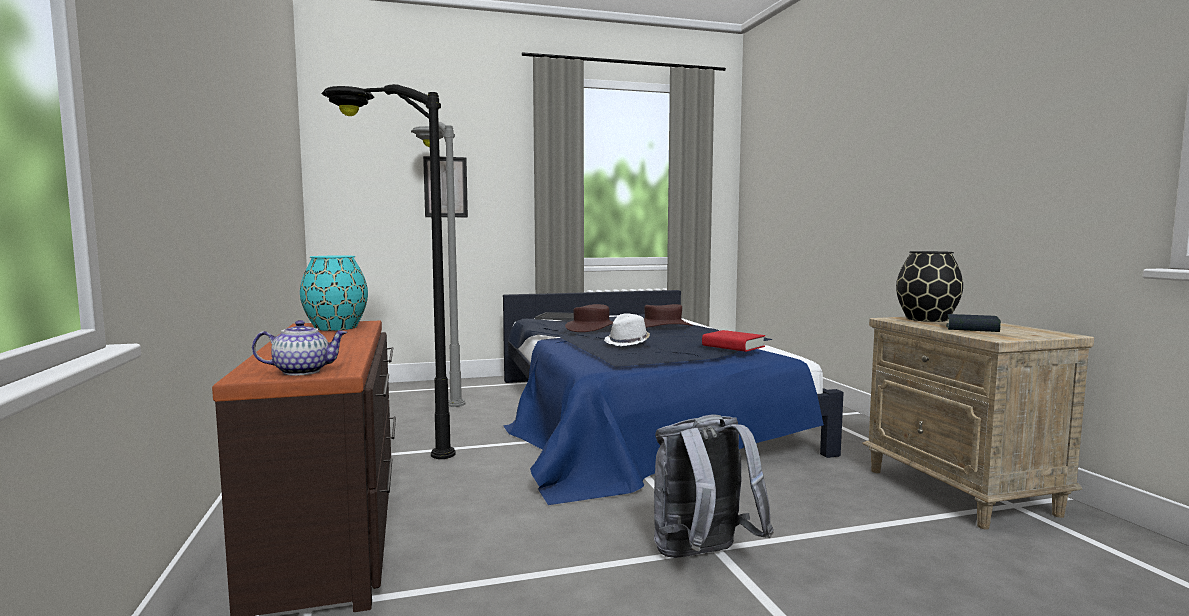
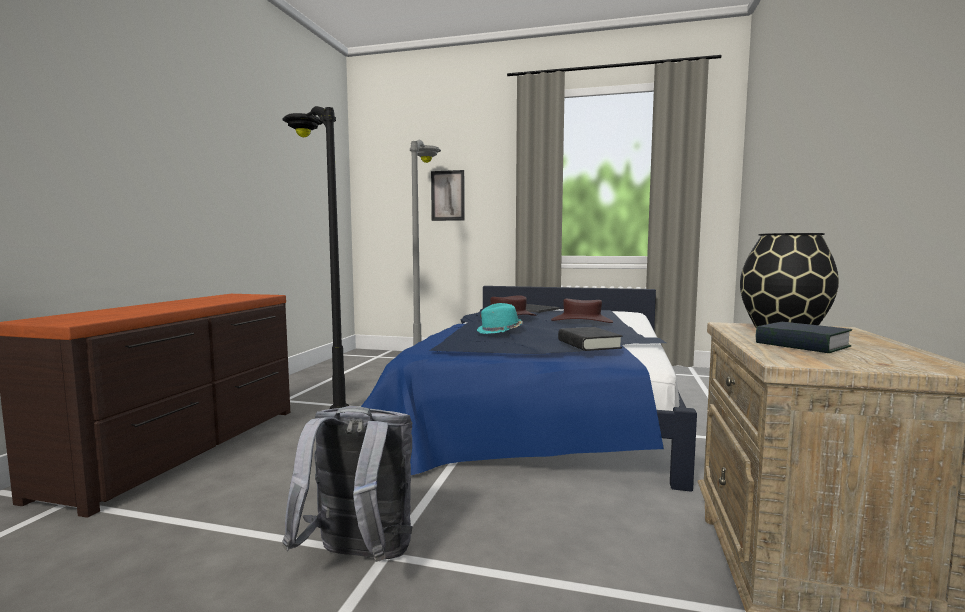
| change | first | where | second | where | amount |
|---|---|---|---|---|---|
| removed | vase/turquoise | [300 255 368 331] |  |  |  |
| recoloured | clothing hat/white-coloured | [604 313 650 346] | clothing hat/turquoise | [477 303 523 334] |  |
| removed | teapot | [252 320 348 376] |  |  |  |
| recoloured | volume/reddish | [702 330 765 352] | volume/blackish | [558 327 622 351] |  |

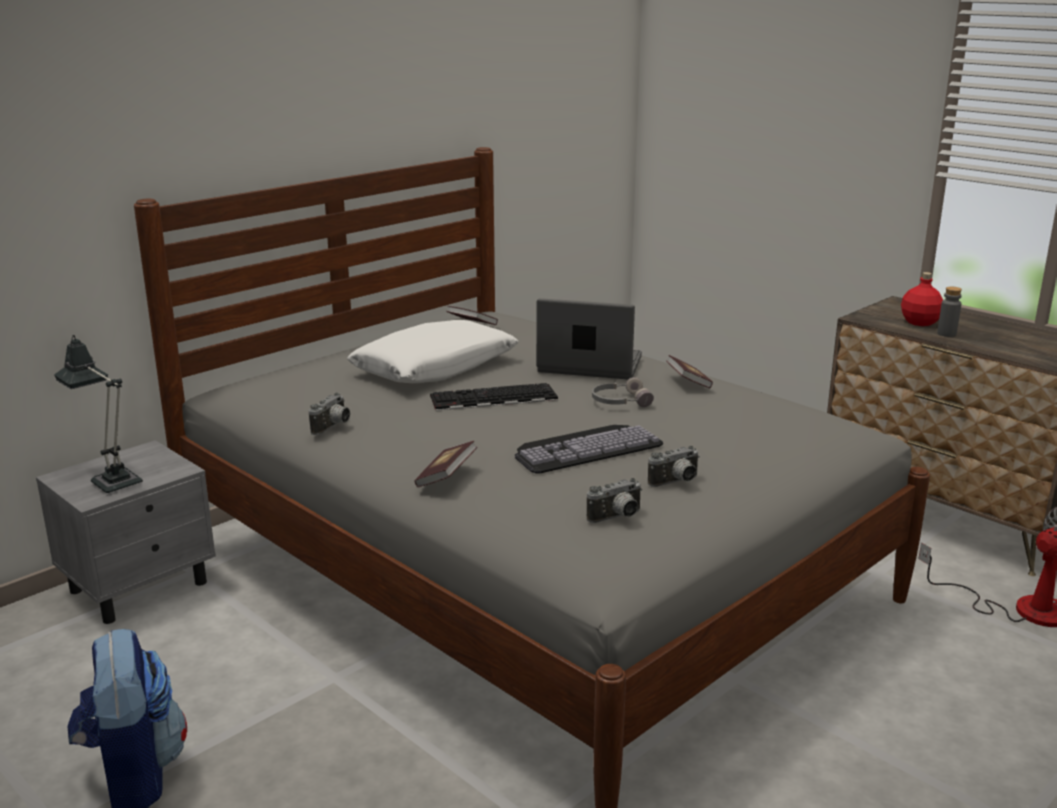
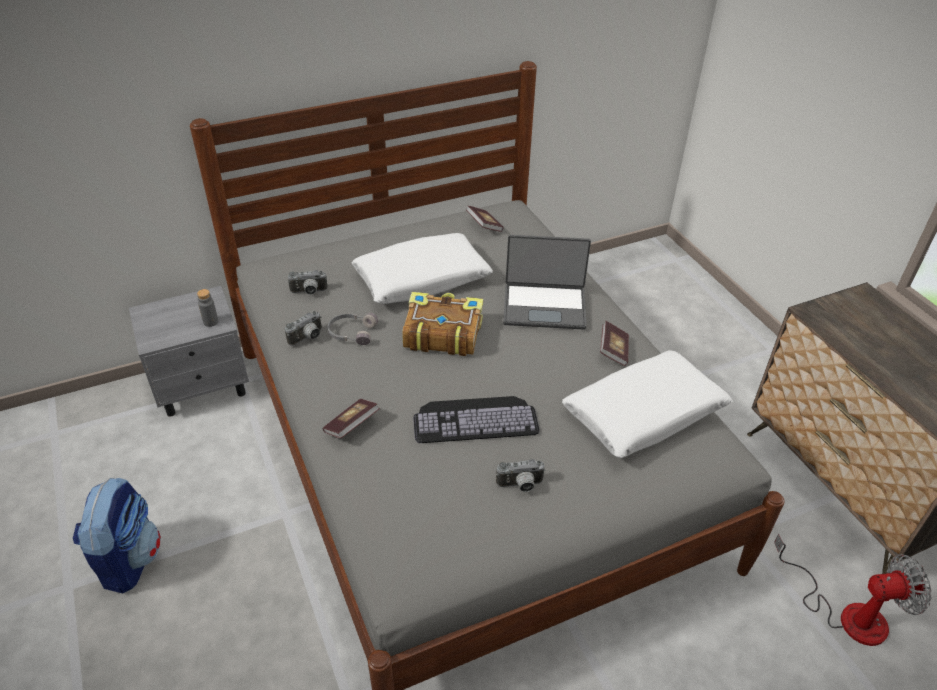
| change | first | where | second | where | amount |
|---|---|---|---|---|---|
| removed | bottle/reddish | [901 272 943 326] |  |  |  |
| moved | bottle/greyish | [937 287 962 337] |  | [197 289 218 327] |  |
| turned | notebook computer | [536 298 642 379] |  | [503 235 591 329] | 150 degrees clockwise |
| removed | tabletop lamp | [54 335 143 493] |  |  |  |
| moved | headset/greyish | [592 377 654 407] |  | [328 313 378 345] |  |
| replaced | computer keyboard | [430 383 558 411] | volume | [402 292 483 356] |  |
| moved | photo camera | [587 478 642 523] |  | [288 270 328 295] |  |
| added |  |  | cushion/white-coloured | [562 350 733 458] |  |

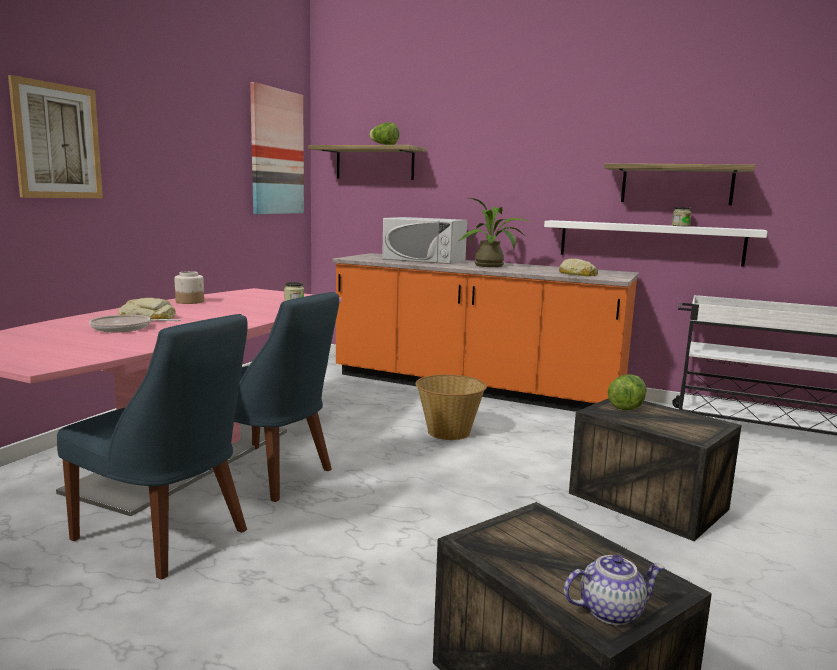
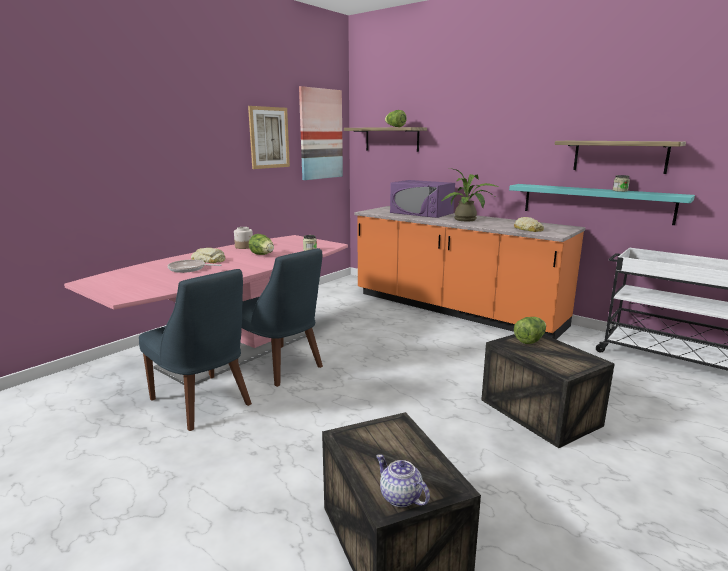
| change | first | where | second | where | amount |
|---|---|---|---|---|---|
| moved | picture | [8 75 103 198] |  | [248 106 290 169] |  |
| recoloured | microwave/white-coloured | [382 217 467 264] | microwave/purple | [390 180 455 218] |  |
| recoloured | shelf/white-coloured | [544 220 768 267] | shelf/turquoise | [509 184 695 225] |  |
| removed | storage basket | [415 374 487 440] |  |  |  |
| turned | teapot | [564 554 665 625] |  | [376 454 430 507] | 135 degrees counterclockwise |
| added |  |  | lettuce head | [249 234 274 255] |  |

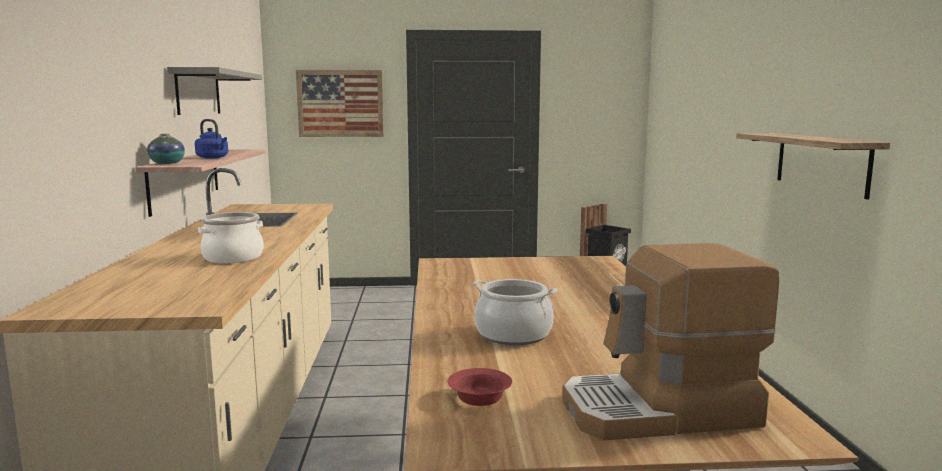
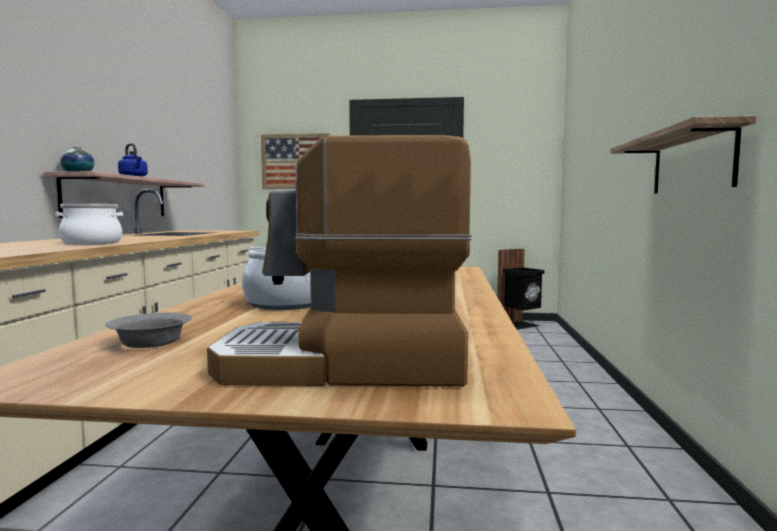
| change | first | where | second | where | amount |
|---|---|---|---|---|---|
| removed | shelf/greyish | [167 67 262 115] |  |  |  |
| recoloured | serving bowl/reddish | [448 368 512 406] | serving bowl/greyish | [105 313 192 348] |  |

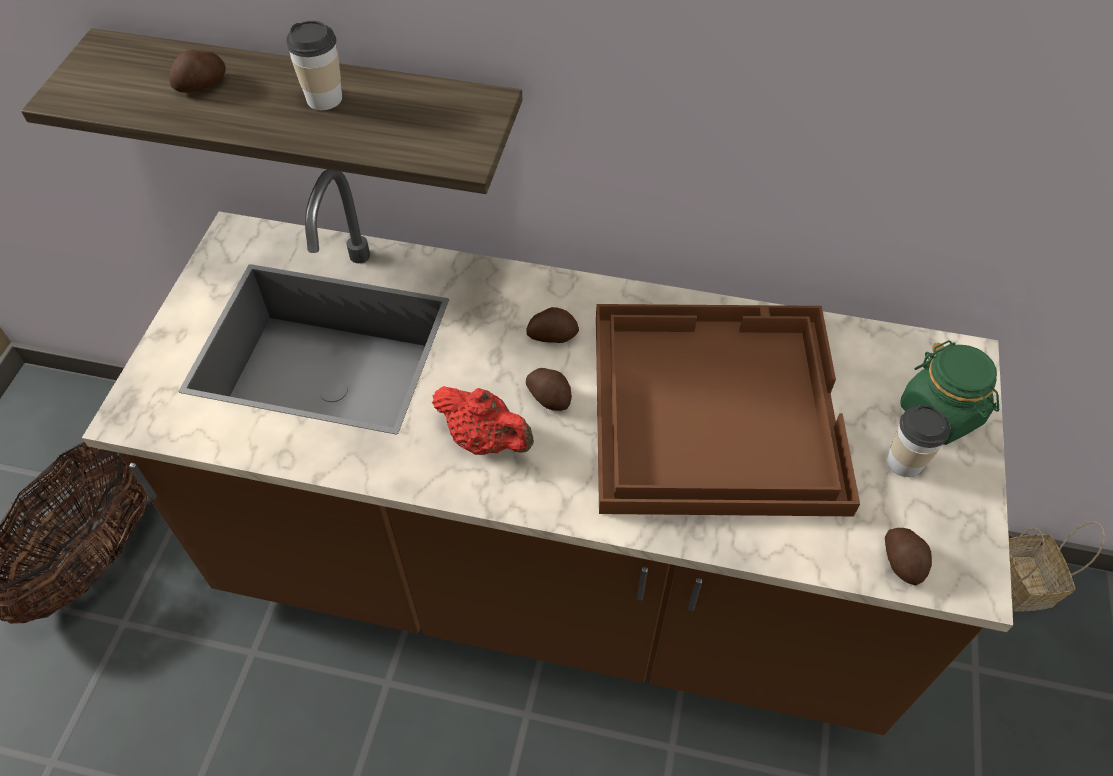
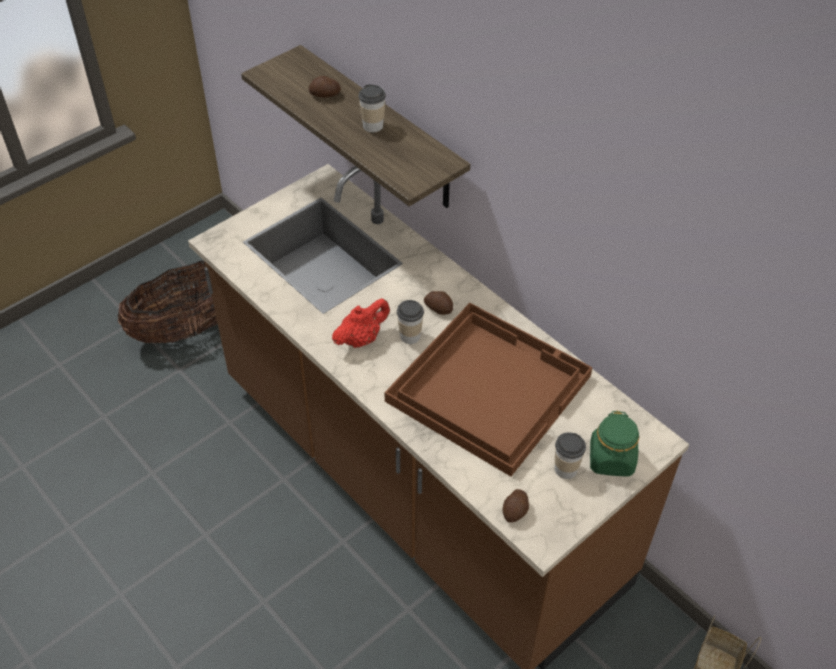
| change | first | where | second | where | amount |
|---|---|---|---|---|---|
| replaced | potato | [526 368 572 411] | small cup | [397 300 424 344] |  |
| turned | teapot/reddish | [432 386 534 455] |  | [332 298 390 348] | 105 degrees counterclockwise |

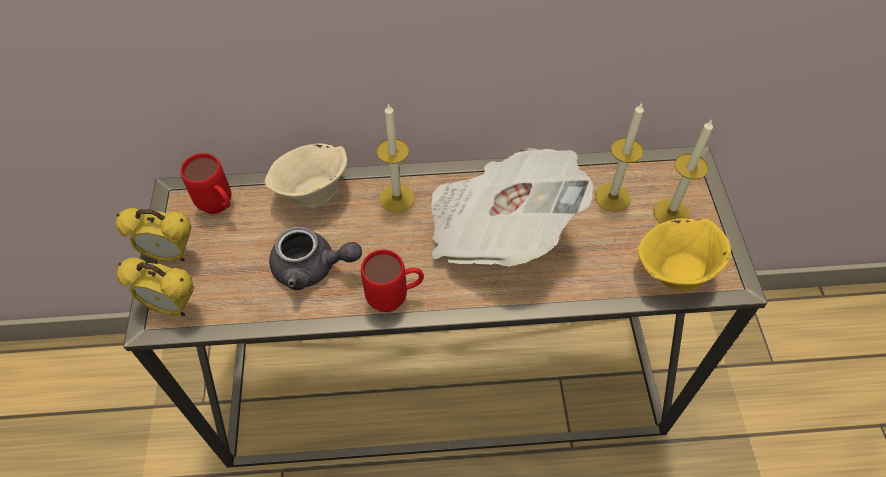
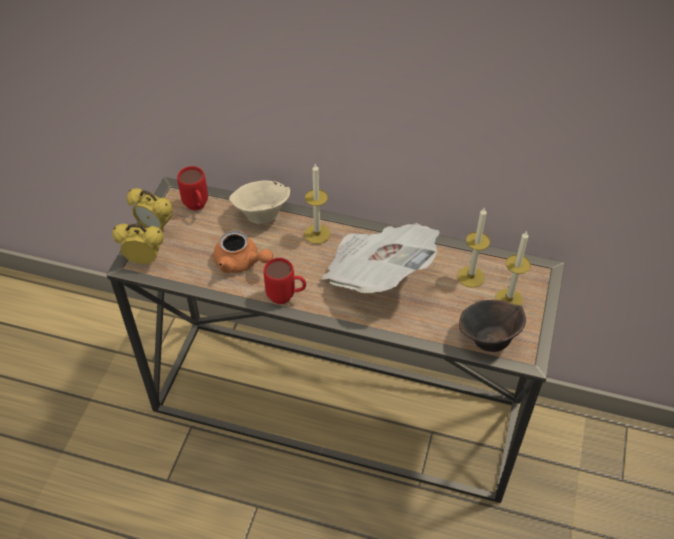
| change | first | where | second | where | amount |
|---|---|---|---|---|---|
| recoloured | serving bowl/yellowish | [638 218 731 291] | serving bowl/brownish | [459 300 526 352] |  |
| recoloured | teapot/greyish | [269 226 362 290] | teapot/orange-coloured | [213 230 273 273] |  |
| turned | alarm clock | [117 257 194 316] |  | [112 223 164 264] | 150 degrees clockwise |

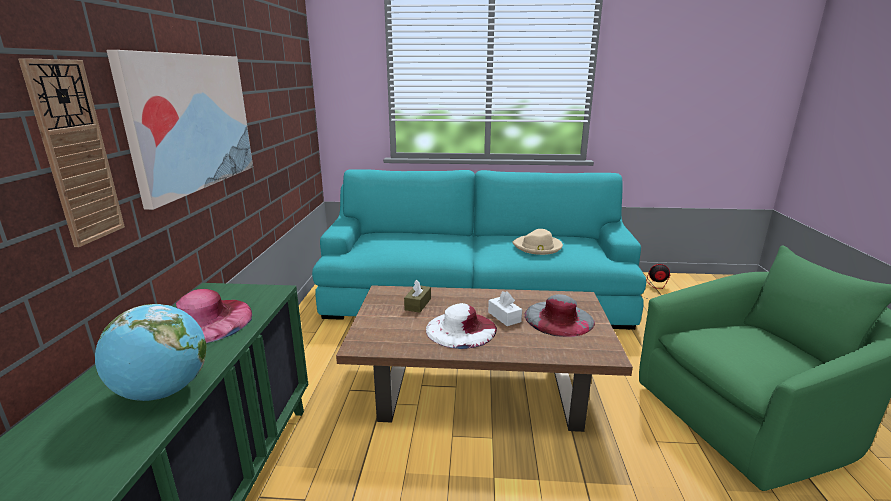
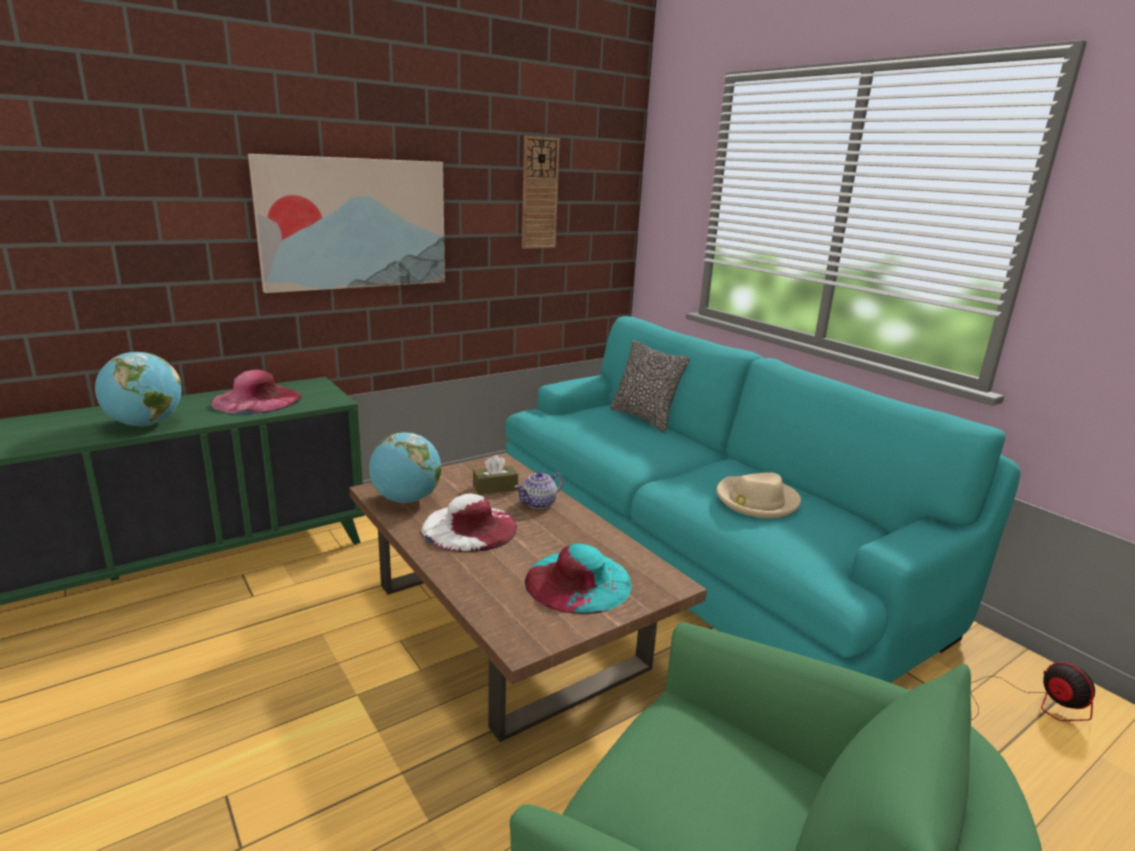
| change | first | where | second | where | amount |
|---|---|---|---|---|---|
| moved | clock on the wall | [18 58 125 247] |  | [522 136 560 249] |  |
| removed | tissue holder/white-coloured | [488 291 522 326] |  |  |  |
| recoloured | clothing hat/greyish | [524 294 595 337] | clothing hat/turquoise | [525 544 632 614] |  |
| added |  |  | cushion | [610 340 690 432] |  |
| added |  |  | globe | [369 432 441 503] |  |
| added |  |  | teapot | [515 471 563 509] |  |

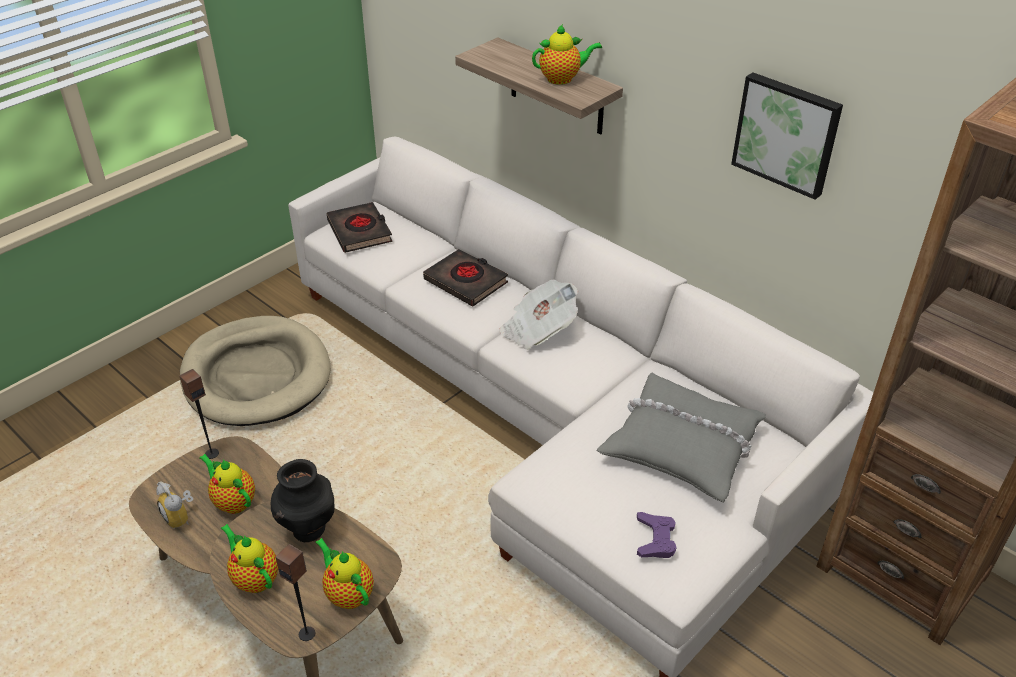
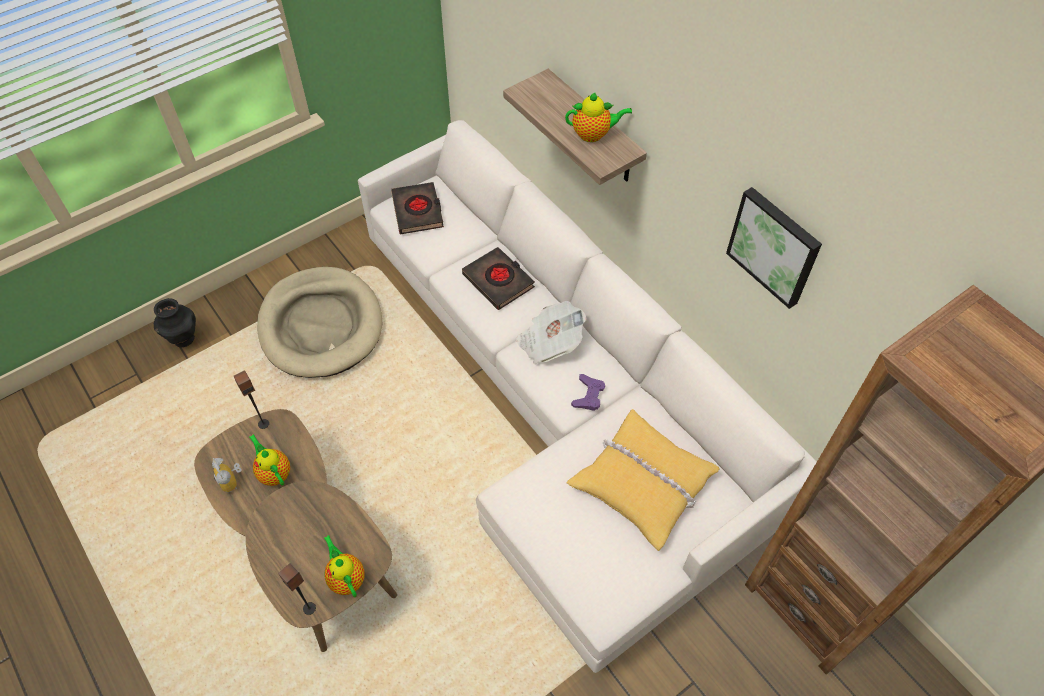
| change | first | where | second | where | amount |
|---|---|---|---|---|---|
| recoloured | cushion/greyish | [596 373 766 502] | cushion/yellowish | [566 409 720 551] |  |
| moved | vase/blackish | [271 459 335 542] |  | [154 298 196 348] |  |
| moved | game controller/purple | [637 512 677 558] |  | [571 374 605 411] |  |
| removed | teapot | [221 524 278 593] |  |  |  |

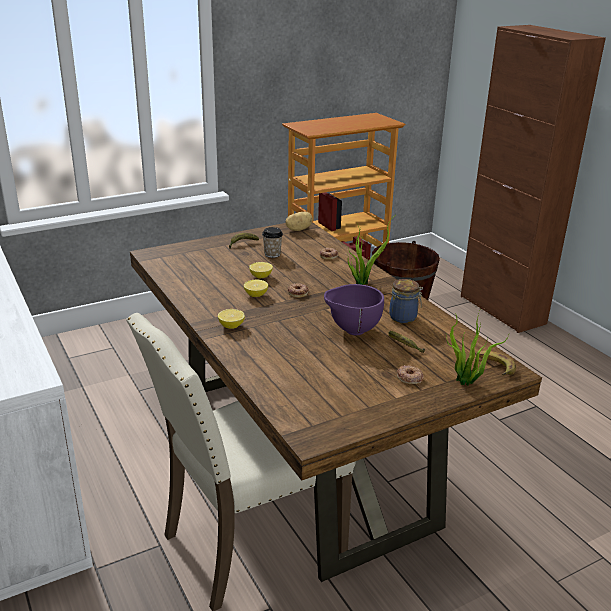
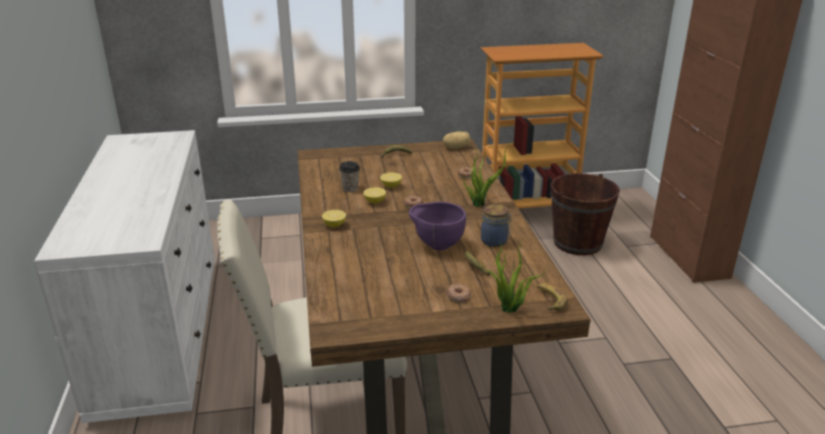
| change | first | where | second | where | amount |
|---|---|---|---|---|---|
| moved | small cup | [262 227 283 258] |  | [339 161 360 192] |  |

